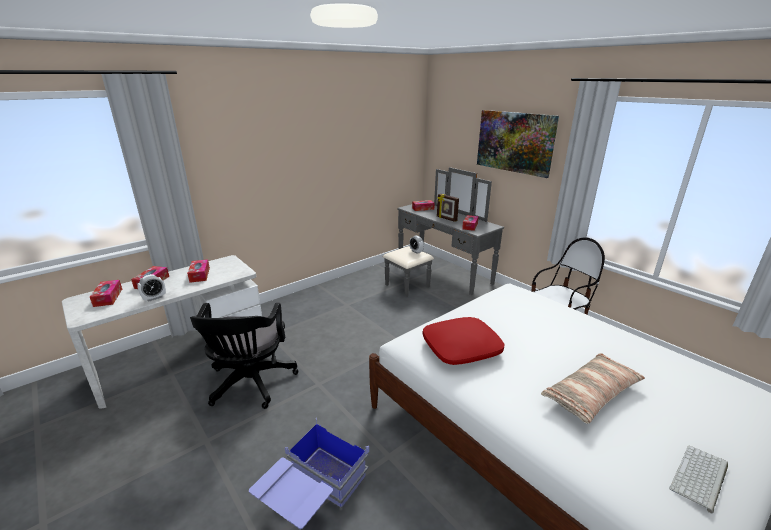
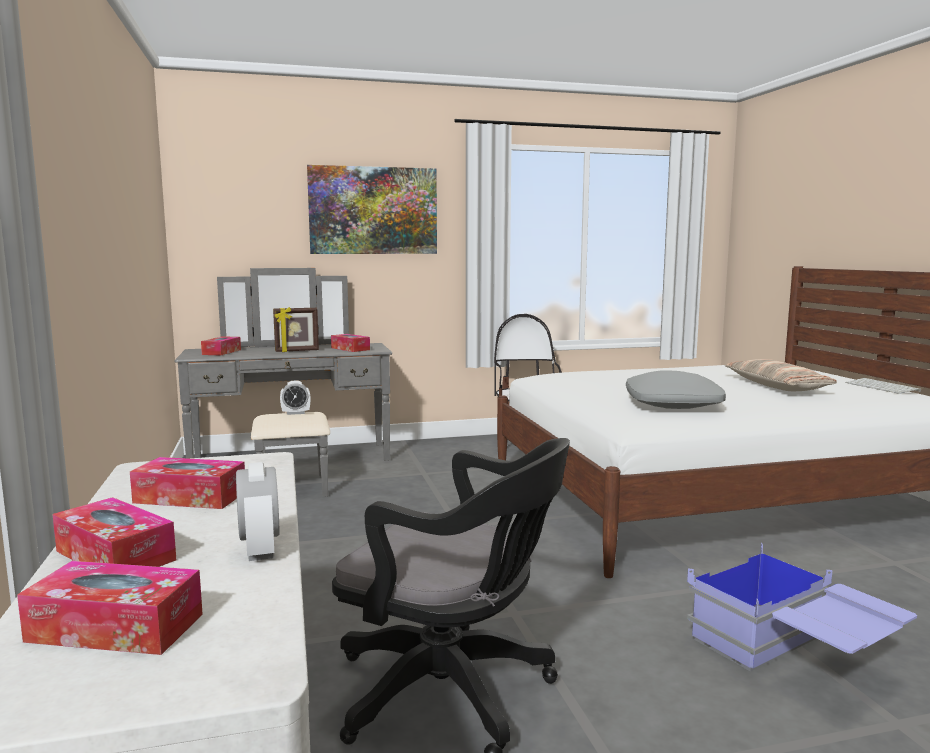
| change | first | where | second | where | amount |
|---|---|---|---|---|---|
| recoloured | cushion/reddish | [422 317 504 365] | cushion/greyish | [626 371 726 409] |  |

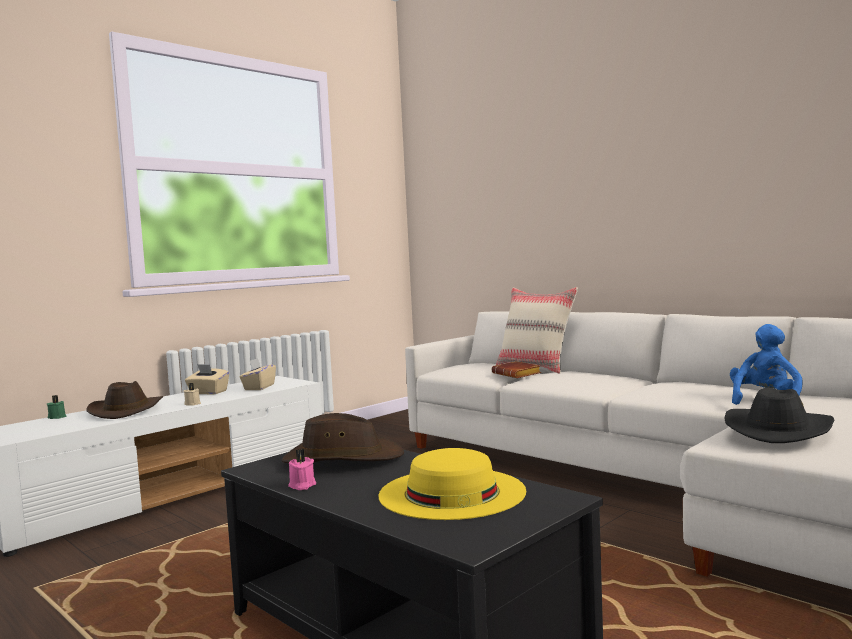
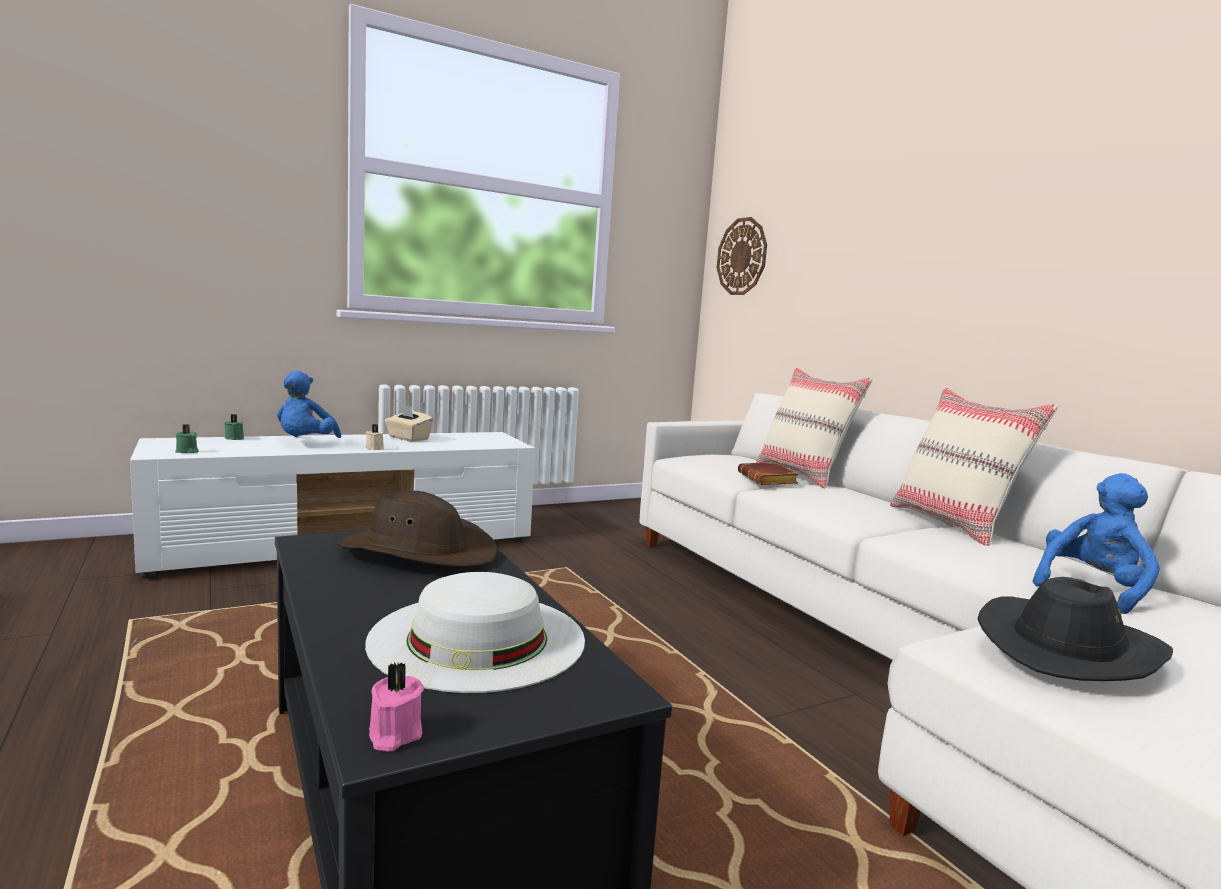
| change | first | where | second | where | amount |
|---|---|---|---|---|---|
| removed | tissue holder/sand-coloured | [239 358 276 390] |  |  |  |
| replaced | clothing hat/brownish | [86 381 163 419] | soft toy/blue | [277 371 341 438] |  |
| recoloured | clothing hat/yellowish | [378 448 526 520] | clothing hat/white-coloured | [365 572 585 693] |  |
| moved | wax light/pink-coloured | [288 449 316 490] |  | [369 662 424 751] |  |
| added |  |  | clock on the wall | [717 217 767 295] |  |
| added |  |  | cushion/sand-coloured | [890 387 1058 546] |  |
| added |  |  | wax light/green | [175 424 198 453] |  |

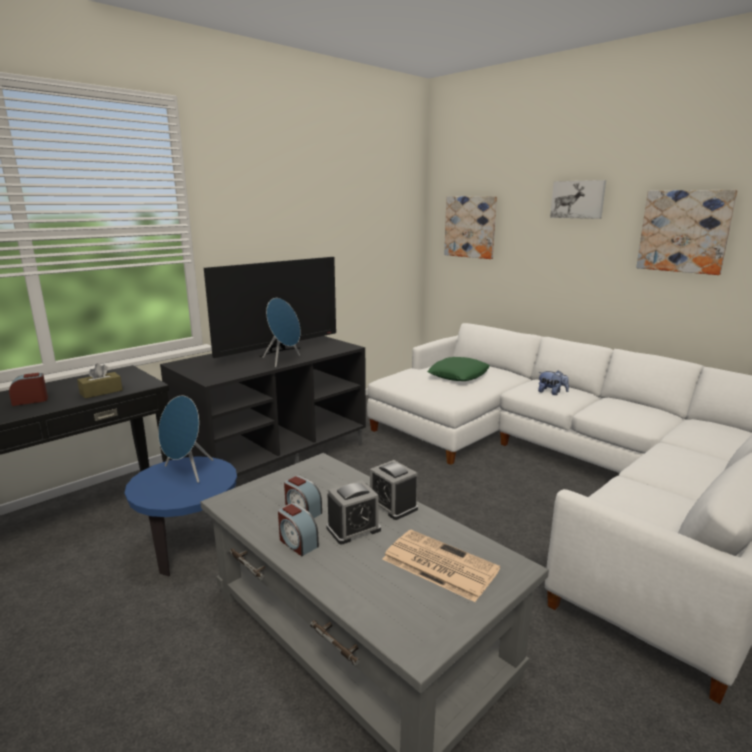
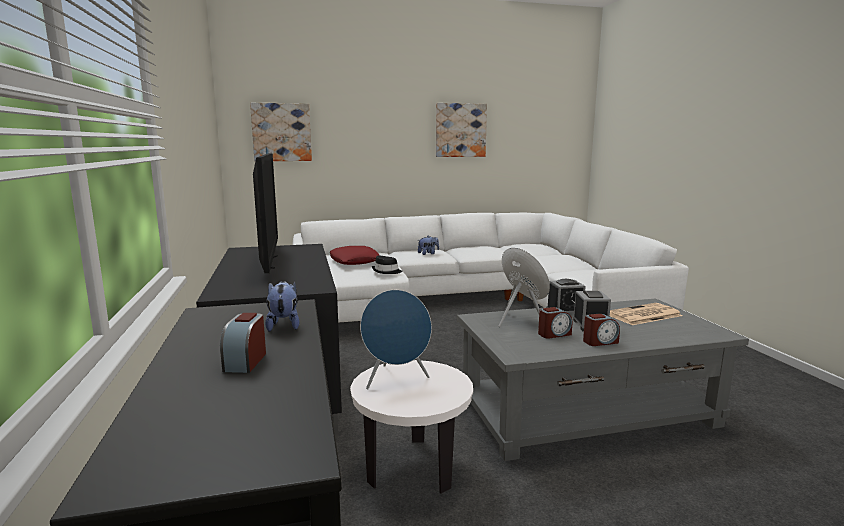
| change | first | where | second | where | amount |
|---|---|---|---|---|---|
| removed | picture | [550 180 606 219] |  |  |  |
| moved | audio speaker/blue | [262 298 301 367] |  | [498 248 550 327] |  |
| recoloured | cushion/green | [428 357 490 381] | cushion/reddish | [330 246 379 265] |  |
| replaced | tissue holder/brownish | [77 364 123 399] | soft toy | [265 281 300 332] |  |
| recoloured | end table/blue | [125 456 237 576] | end table/white-coloured | [350 360 473 493] |  |
| added |  |  | clothing hat/blackish | [372 255 402 274] |  |

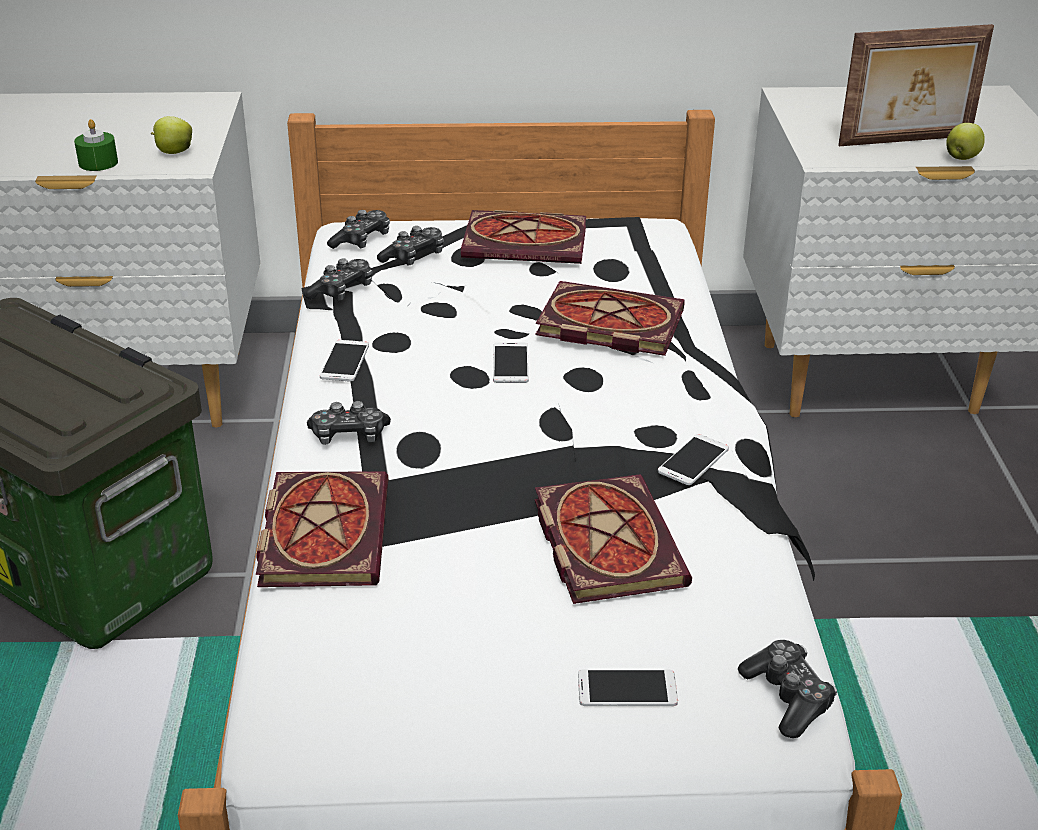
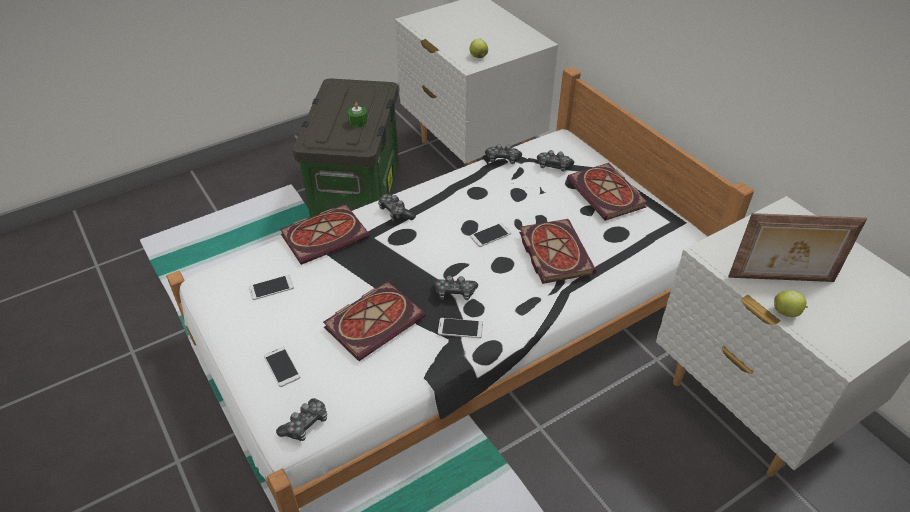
| change | first | where | second | where | amount |
|---|---|---|---|---|---|
| turned | photo frame | [838 24 994 146] |  | [728 213 867 282] | 45 degrees counterclockwise |
| moved | wax light/green | [74 119 118 171] |  | [348 102 368 127] |  |
| moved | game controller | [327 210 390 249] |  | [433 276 478 300] |  |
| moved | handset | [320 340 369 382] |  | [249 275 294 300] |  |

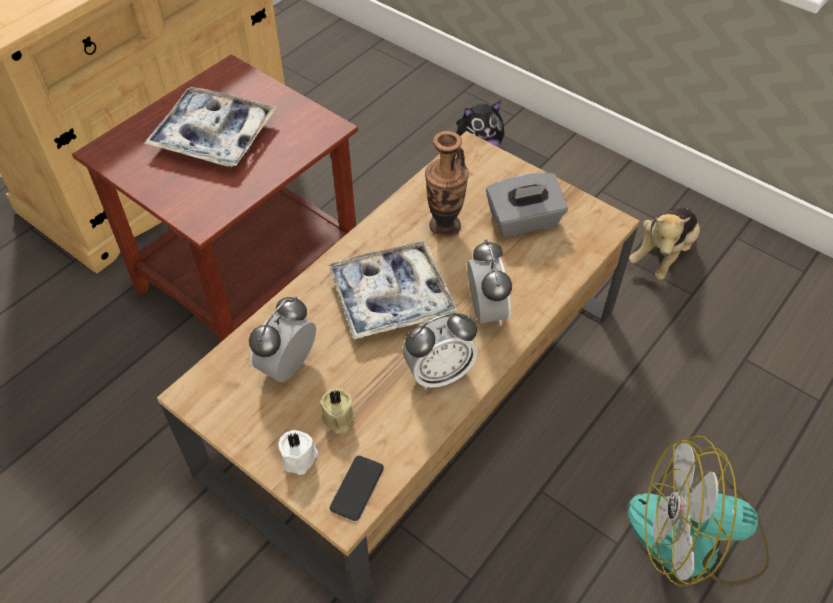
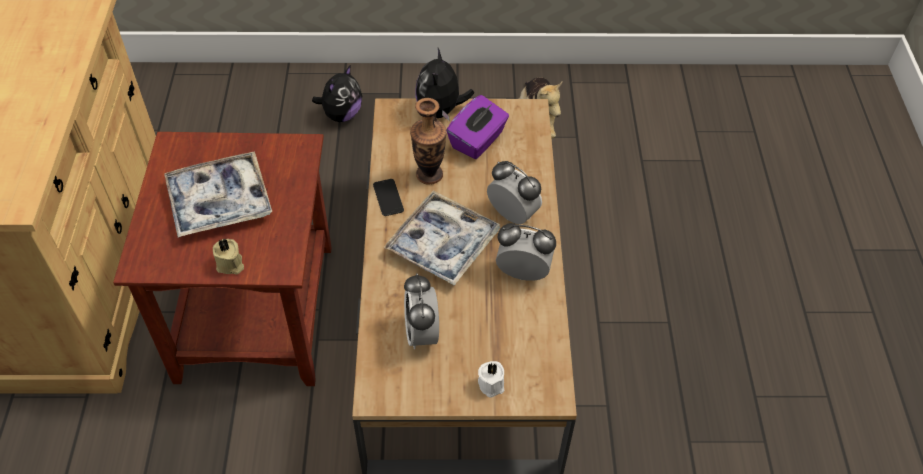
| change | first | where | second | where | amount |
|---|---|---|---|---|---|
| recoloured | tissue holder/greyish | [486 172 568 237] | tissue holder/purple | [447 95 509 159] |  |
| turned | alarm clock | [402 313 478 389] |  | [496 223 556 281] | 105 degrees counterclockwise |
| moved | wax light/sand-coloured | [321 388 355 434] |  | [213 239 244 275] |  |
| removed | cooling fan | [628 435 769 587] |  |  |  |
| moved | handset | [330 456 384 521] |  | [373 179 404 216] |  |
| added |  |  | soft toy | [415 48 474 121] |  |

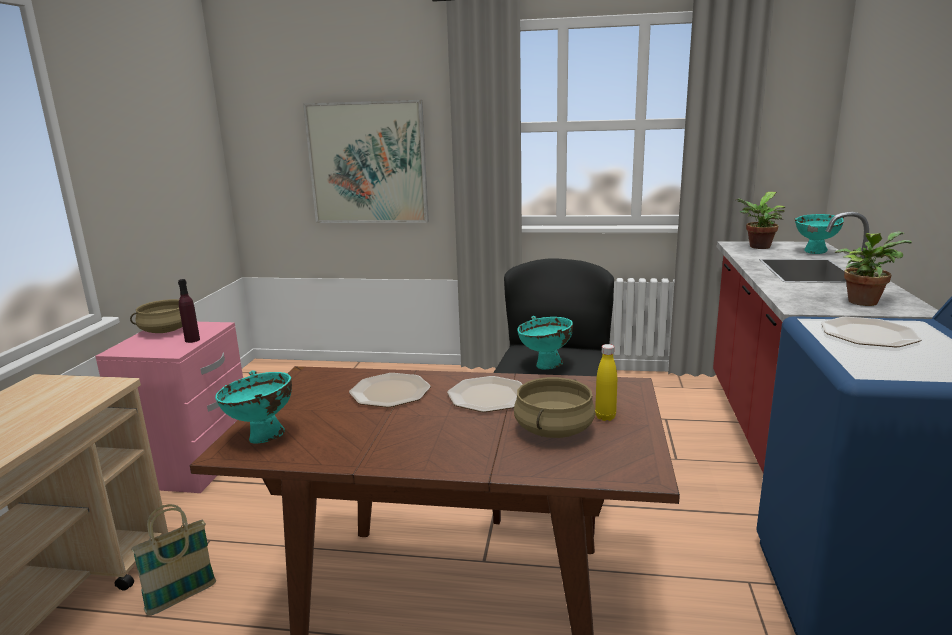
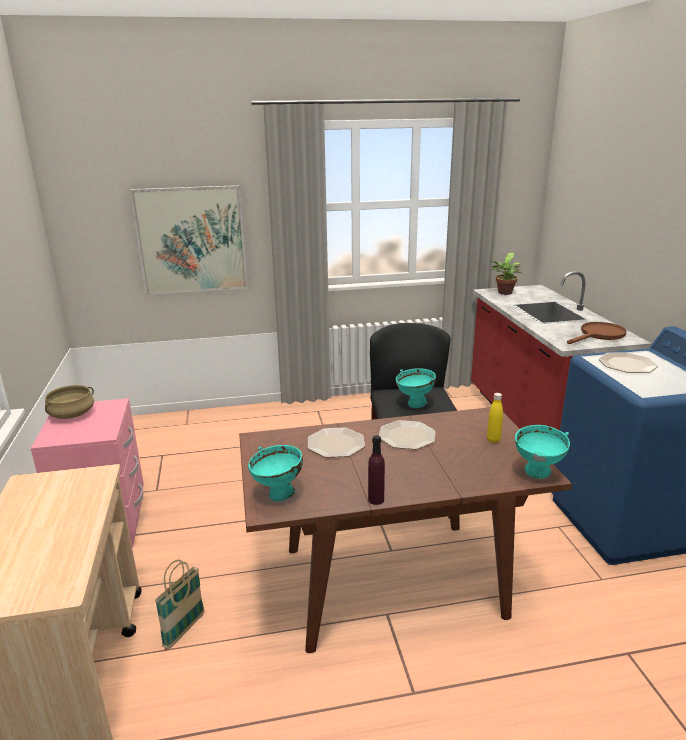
| change | first | where | second | where | amount |
|---|---|---|---|---|---|
| moved | serving bowl/turquoise | [795 214 844 254] |  | [515 425 570 479] |  |
| replaced | plant in a pot | [835 231 912 306] | frying pan/brownish | [567 322 627 344] |  |
| moved | bottle/purple | [178 279 200 343] |  | [368 435 385 505] |  |
| removed | stockpot/sand-coloured | [514 377 595 438] |  |  |  |

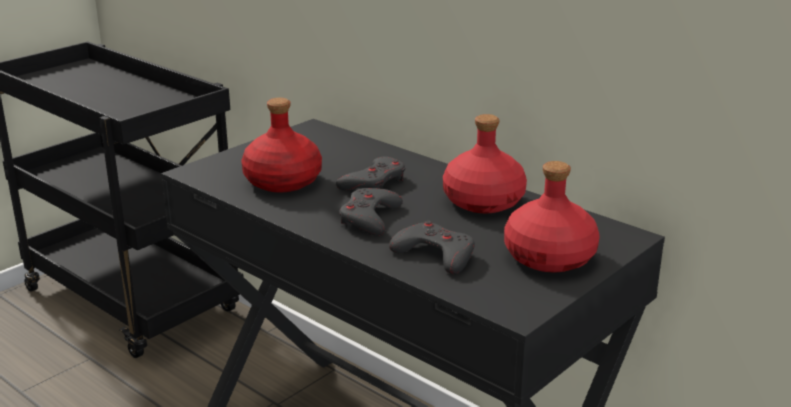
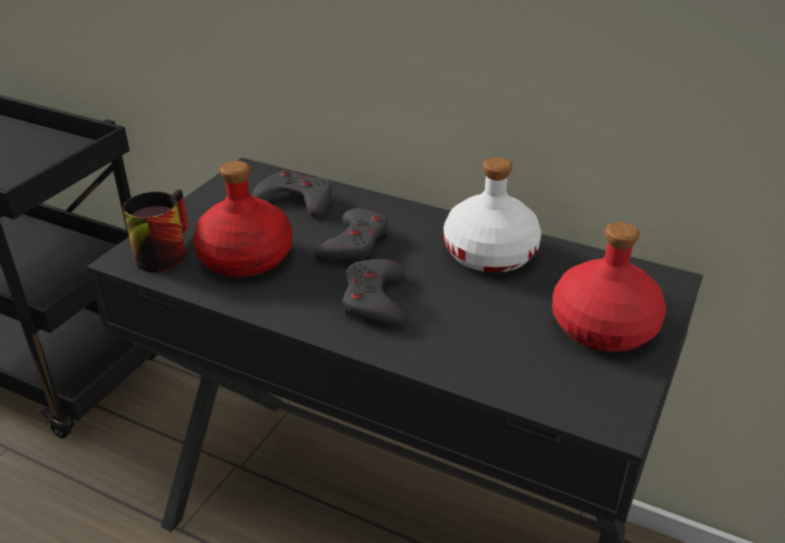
| change | first | where | second | where | amount |
|---|---|---|---|---|---|
| recoloured | bottle/reddish | [443 114 527 213] | bottle/white-coloured | [444 157 541 272] |  |
| moved | game controller/greyish | [389 220 475 274] |  | [252 169 332 217] |  |
| added |  |  | coffee mug | [123 189 189 272] |  |

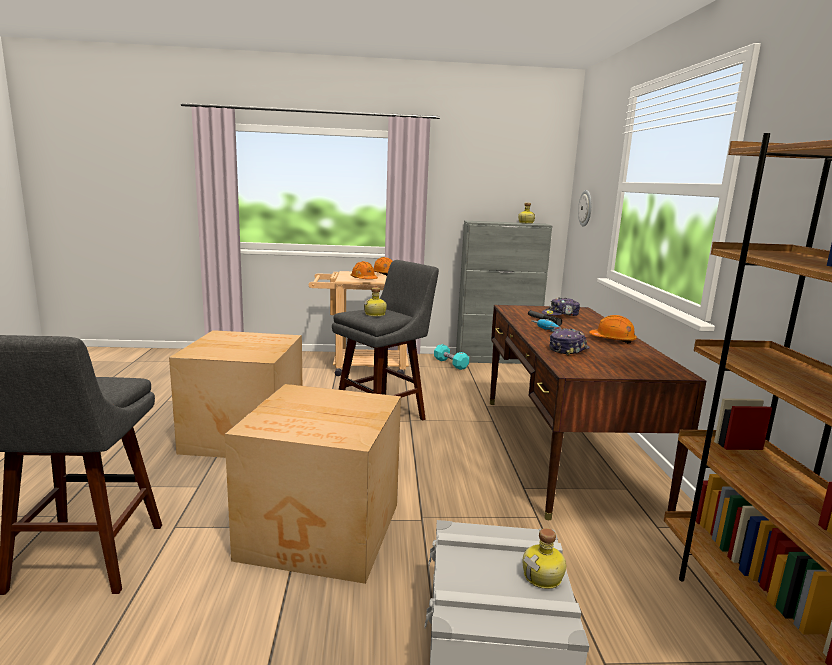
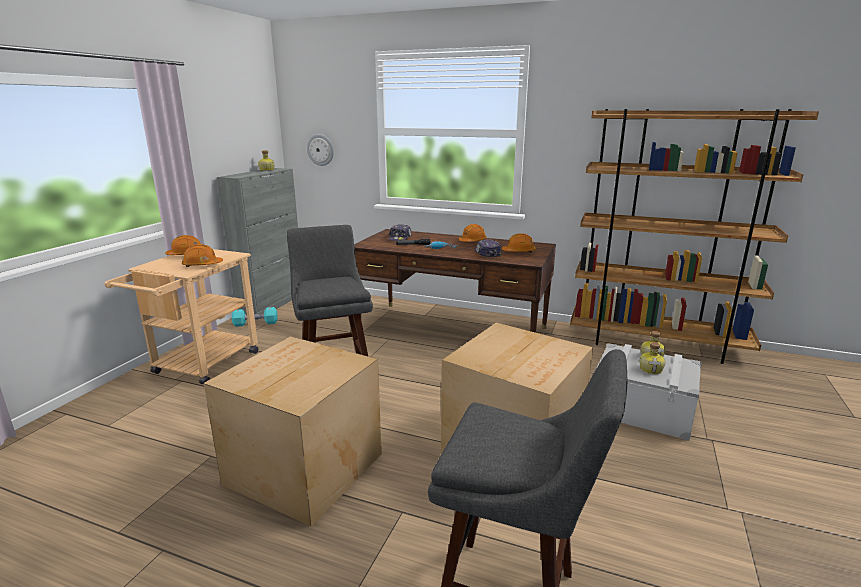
| change | first | where | second | where | amount |
|---|---|---|---|---|---|
| moved | bottle | [364 287 387 317] |  | [639 342 666 374] |  |
| added |  |  | hard hat/orange-coloured | [502 233 536 253] |  |

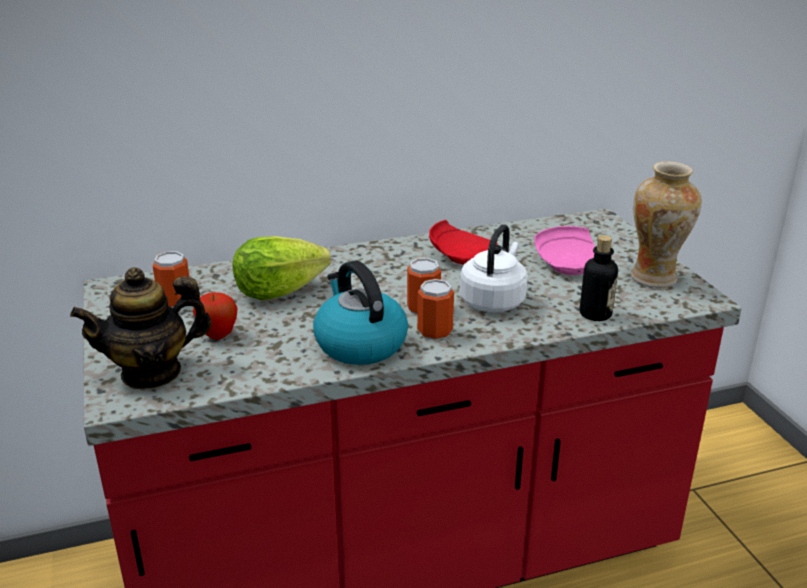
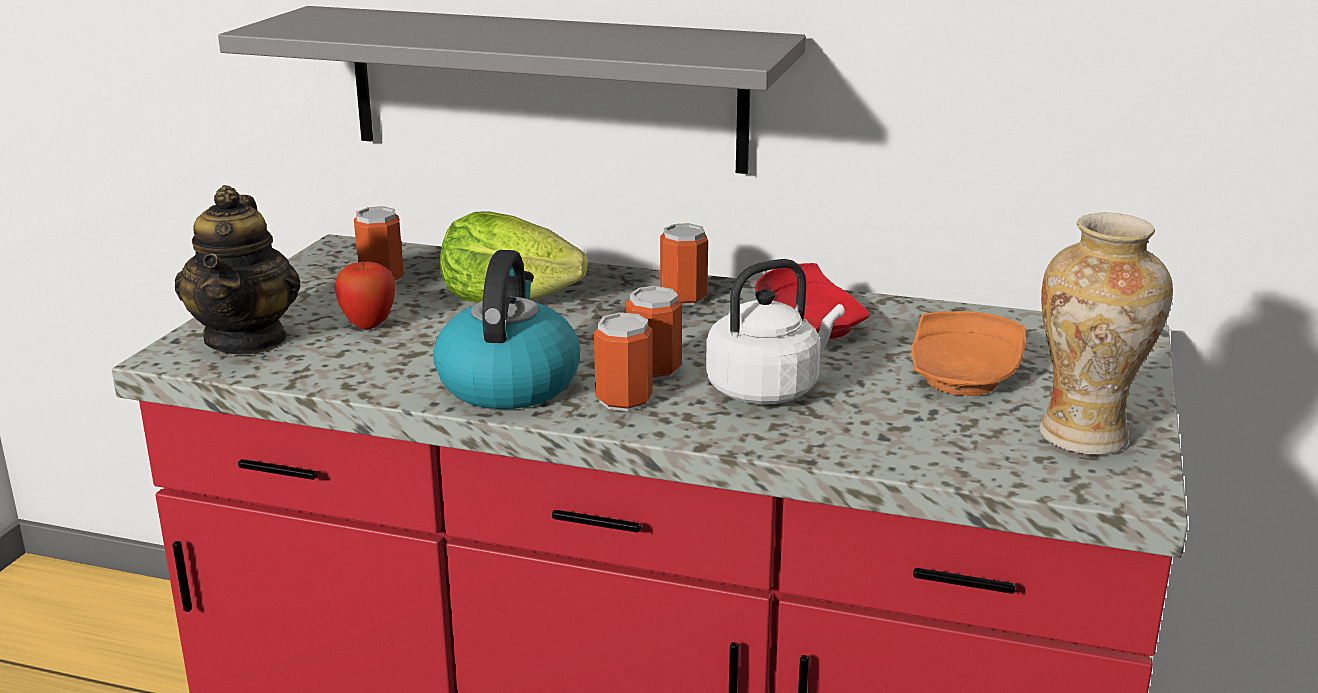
| change | first | where | second | where | amount |
|---|---|---|---|---|---|
| recoloured | flat dish/pink-coloured | [534 226 596 275] | flat dish/orange-coloured | [911 311 1026 396] |  |
| removed | bottle | [580 235 618 321] |  |  |  |
| turned | teapot | [70 267 212 389] |  | [175 185 301 354] | 105 degrees counterclockwise |
| added |  |  | shelf/greyish | [218 6 806 174] |  |
| added |  |  | sealed can | [660 223 708 306] |  |

